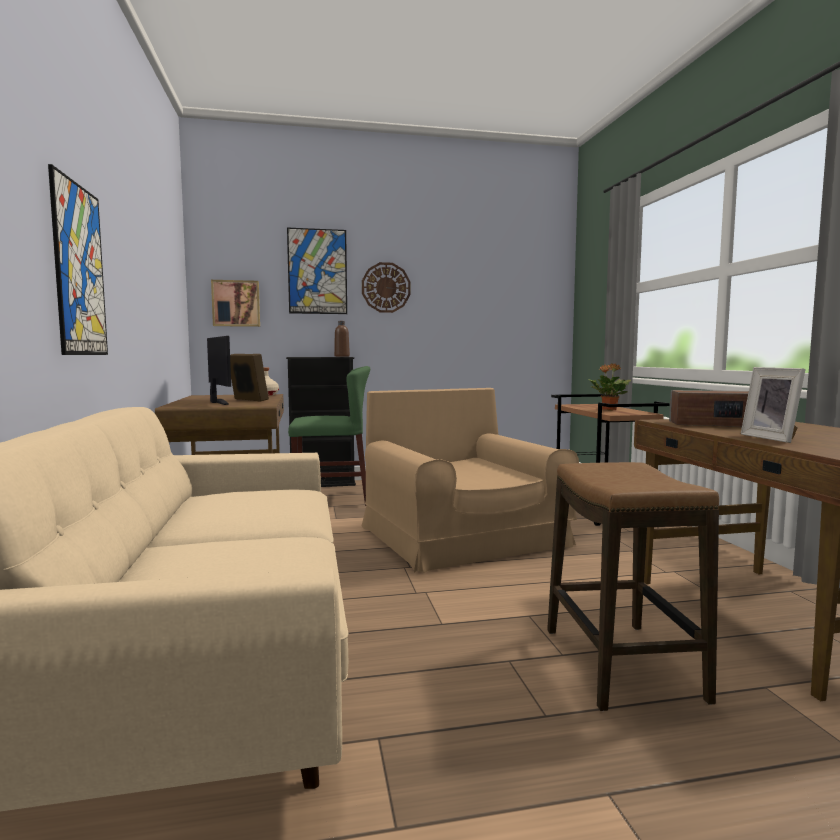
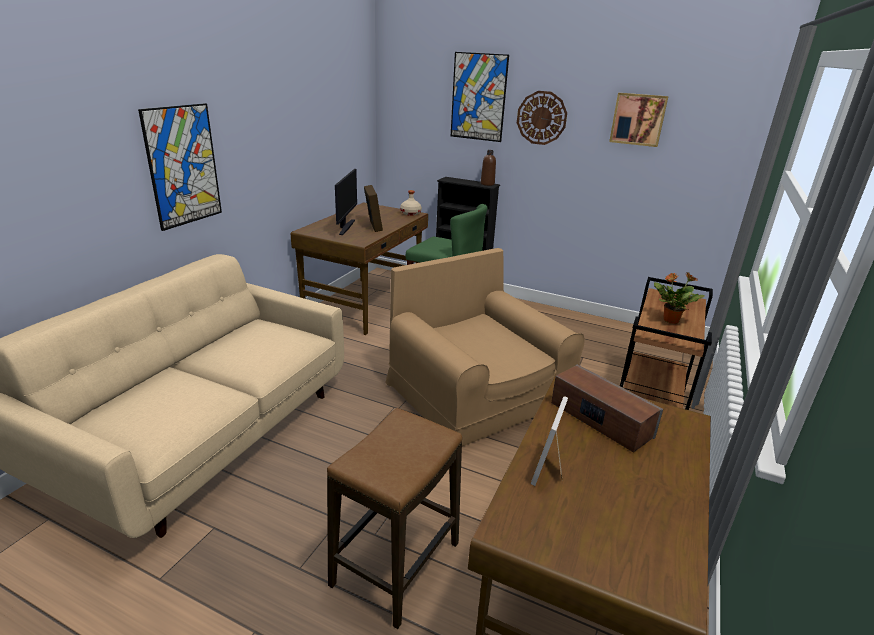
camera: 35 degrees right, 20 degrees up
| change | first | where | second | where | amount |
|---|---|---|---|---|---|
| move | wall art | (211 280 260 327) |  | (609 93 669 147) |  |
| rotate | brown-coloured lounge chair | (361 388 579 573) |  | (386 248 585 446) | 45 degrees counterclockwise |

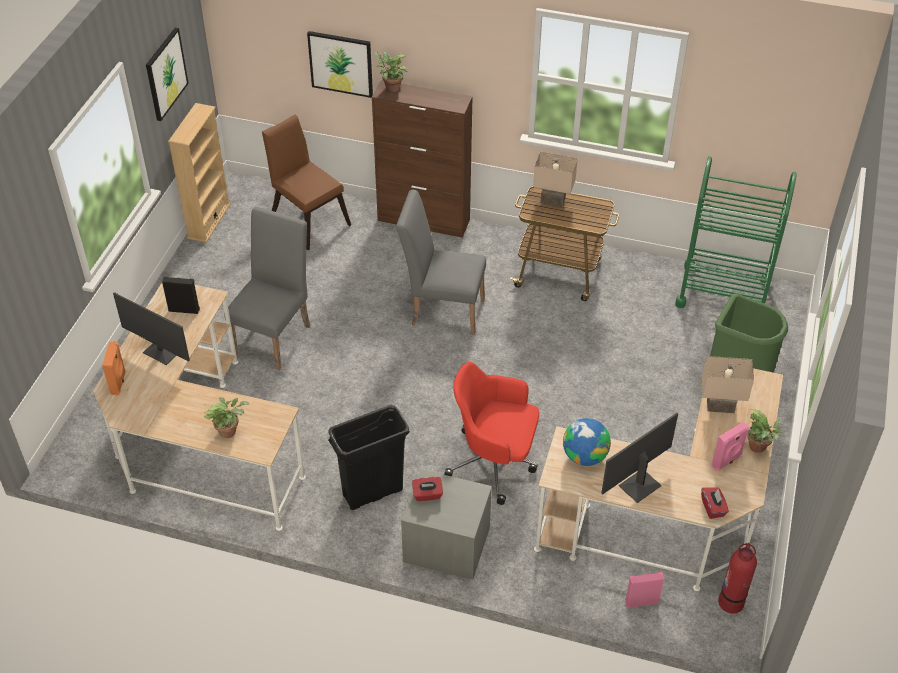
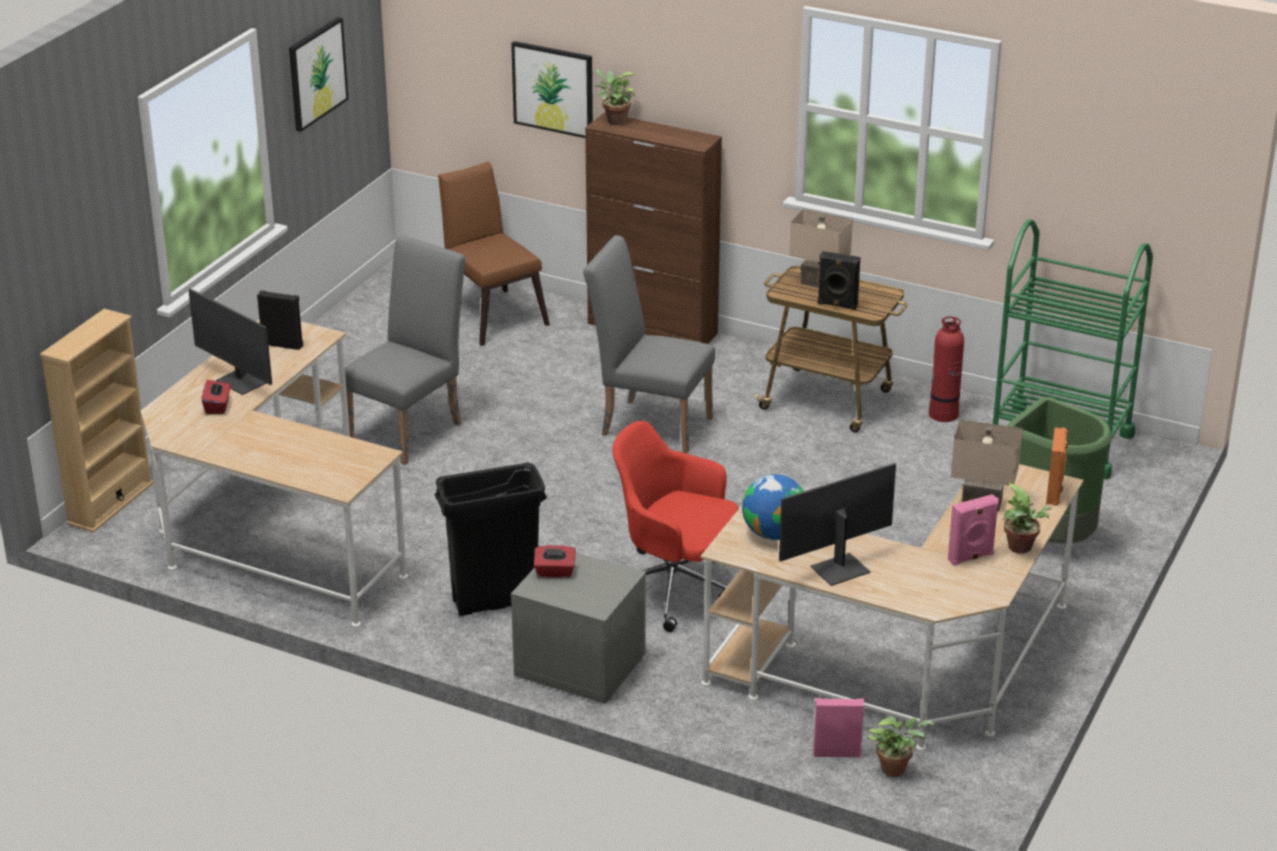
camera: 10 degrees right, 15 degrees down
| change | first | where | second | where | amount |
|---|---|---|---|---|---|
| move | orangey speaker | (102 341 126 396) |  | (1046 427 1068 506) |  |
| move | beige bookshelf | (168 103 231 243) |  | (40 309 154 533) |  |
| move | potted plant | (204 397 249 438) |  | (867 716 935 777) |  |
| move | reddish box of tissues | (701 487 729 519) |  | (202 380 230 414) |  |
| move | fire-fighting cylinder | (718 543 757 614) |  | (929 316 964 422) |  |
| insert |  |  | black-coloured speaker | (817 251 861 310) |  |

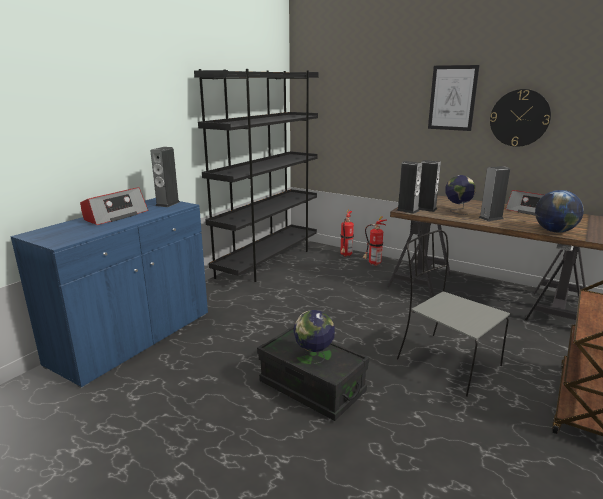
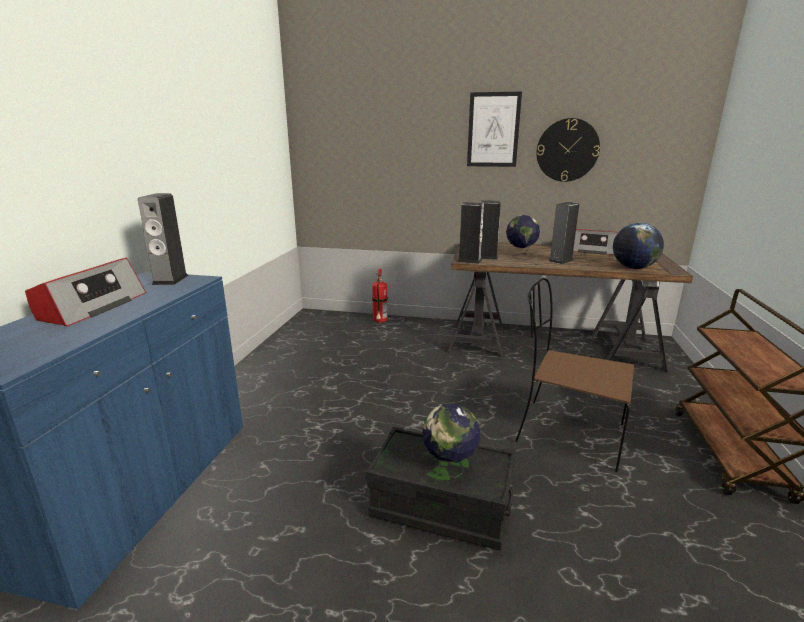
camera: 20 degrees left, 0 degrees up
| change | first | where | second | where | amount |
|---|---|---|---|---|---|
| delete | black-coloured bookshelf | (194 69 319 282) |  |  |  |
| delete | fire-fighting cylinder | (363 216 387 266) |  |  |  |
| recolor | grey upright chair | (397 230 510 397) | brown-coloured upright chair | (515 278 634 472) |  |

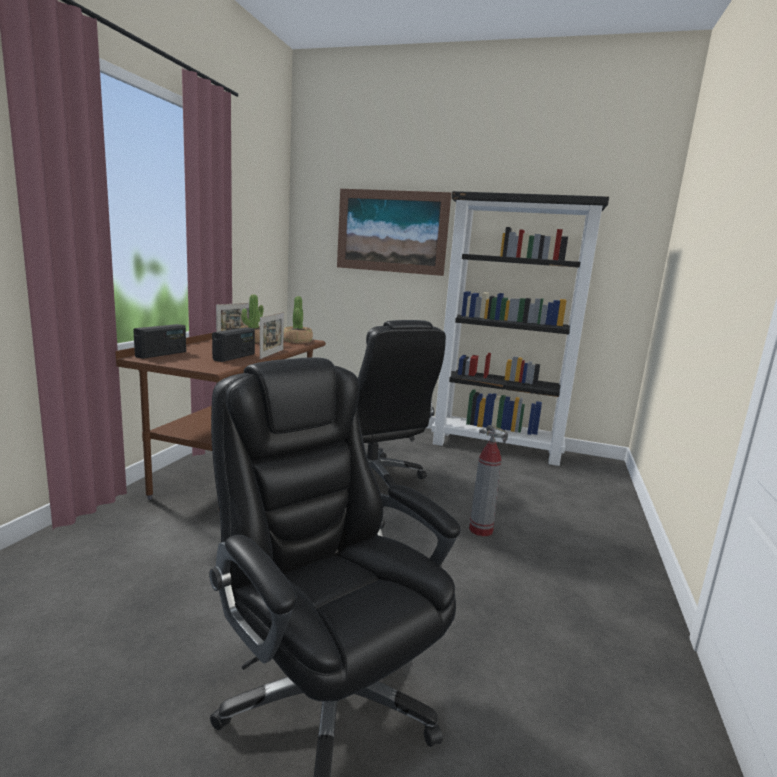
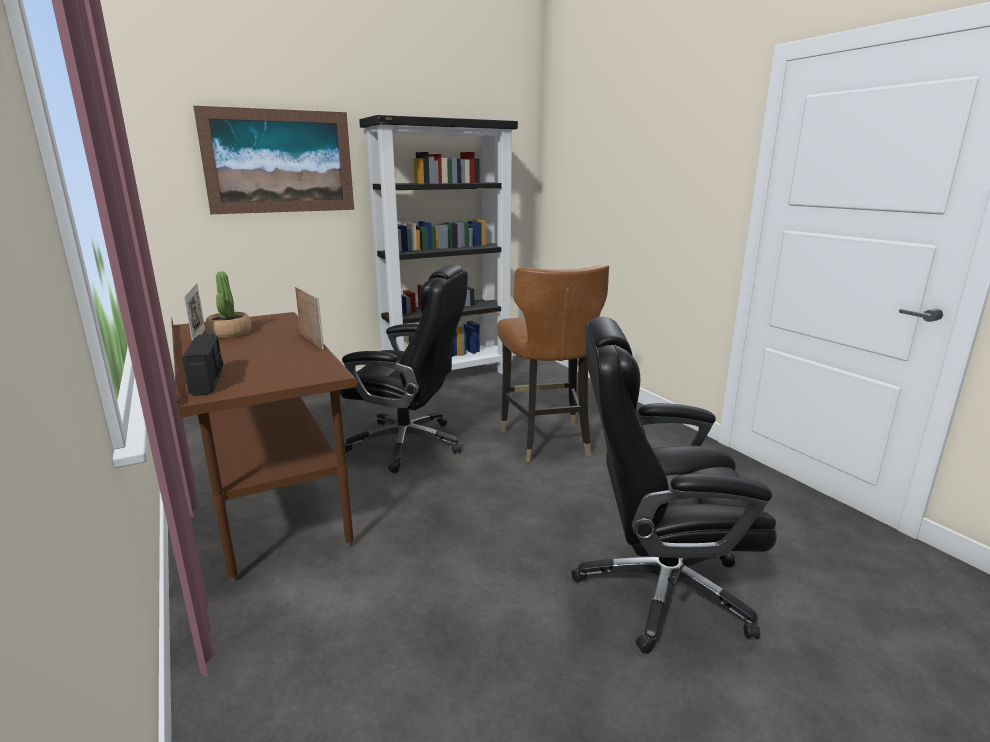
camera: 45 degrees left, 5 degrees up
| change | first | where | second | where | amount |
|---|---|---|---|---|---|
| delete | radio receiver | (212 327 255 362) |  |  |  |
| delete | potted plant | (284 296 313 343) |  |  |  |
| replace | fire-fighting cylinder | (469 425 508 536) | brown-coloured upright chair | (497 264 609 463) |  |

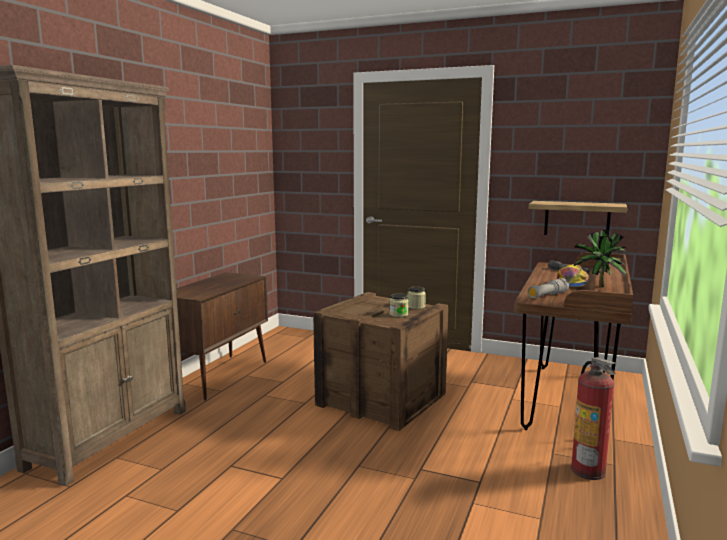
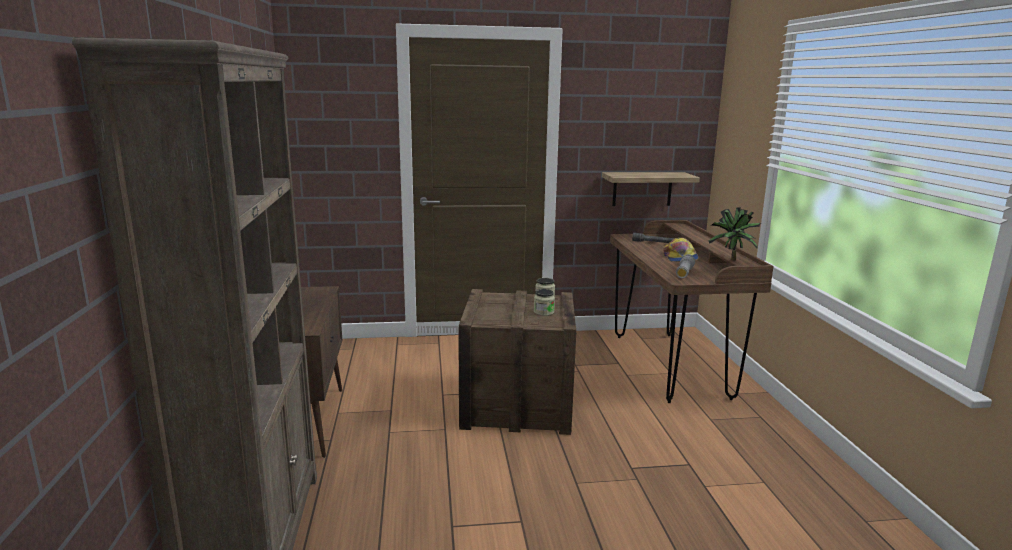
camera: 30 degrees left, 5 degrees up
| change | first | where | second | where | amount |
|---|---|---|---|---|---|
| delete | fire-fighting cylinder | (571 357 617 480) |  |  |  |

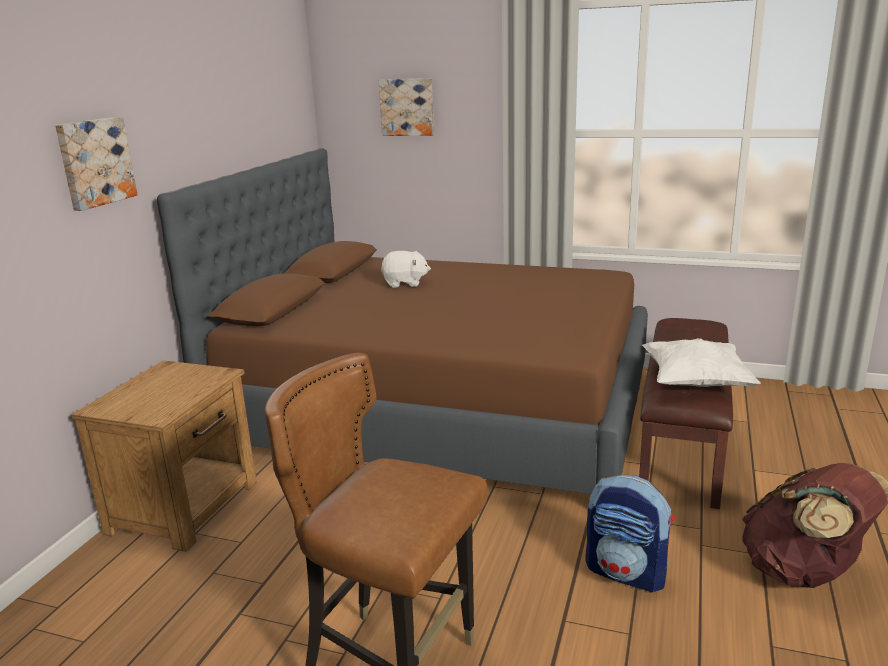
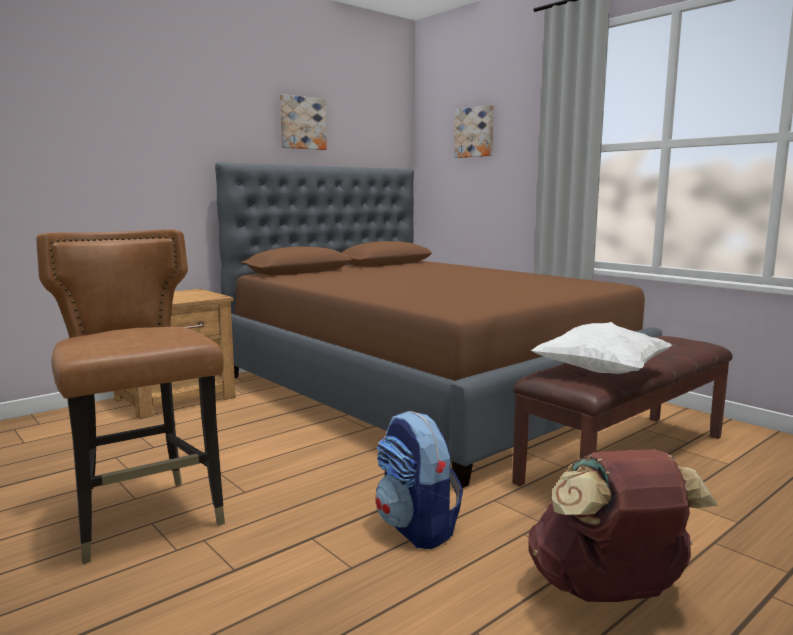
camera: 30 degrees right, 10 degrees down
| change | first | where | second | where | amount |
|---|---|---|---|---|---|
| move | wall art | (55 117 137 211) |  | (280 94 327 150) |  |
| delete | whitish soft toy | (381 251 431 288) |  |  |  |

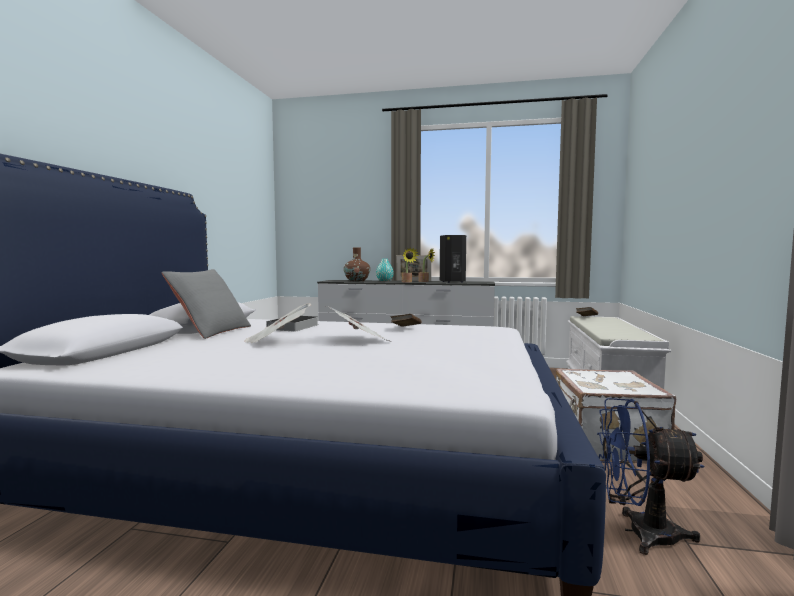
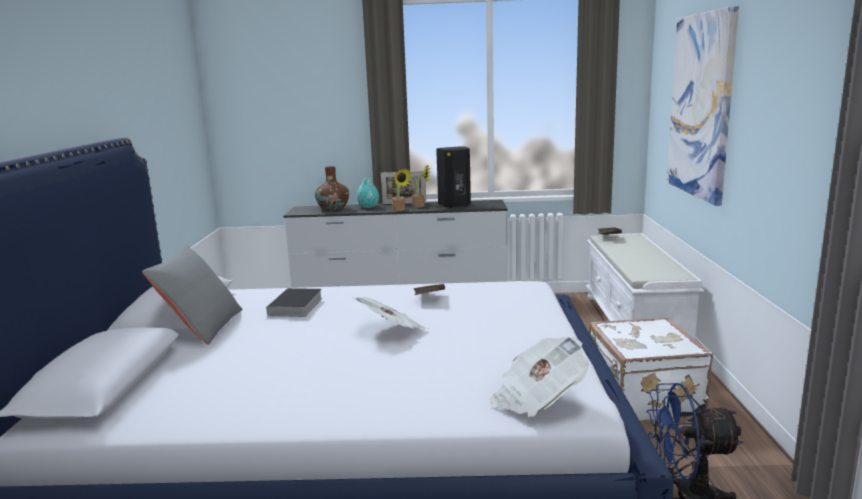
camera: 10 degrees left, 10 degrees up
| change | first | where | second | where | amount |
|---|---|---|---|---|---|
| move | newspaper | (244 303 311 343) |  | (490 337 589 417) |  |
| insert |  |  | wall art | (667 6 739 206) |  |

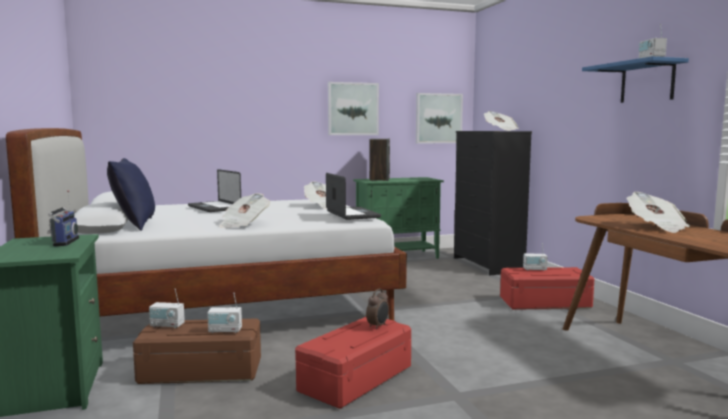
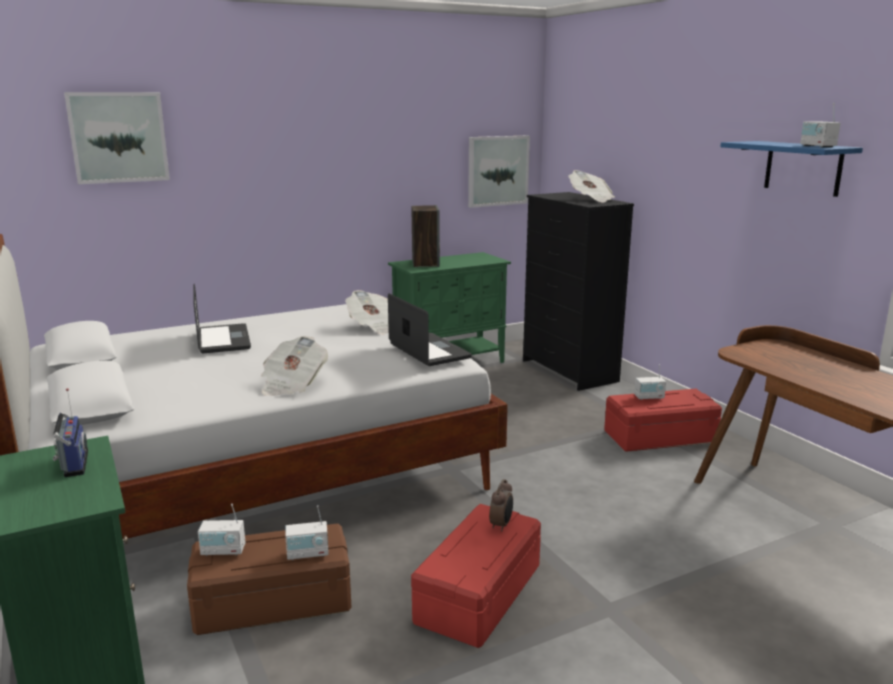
camera: 10 degrees left, 10 degrees up
| change | first | where | second | where | amount |
|---|---|---|---|---|---|
| delete | blue pillow | (107 158 155 231) |  |  |  |
| rotate | laptop | (188 169 241 212) |  | (193 283 251 353) | 150 degrees counterclockwise |
| move | wall art | (328 82 379 135) |  | (64 92 170 184) |  |
| delete | newspaper | (627 192 690 233) |  |  |  |

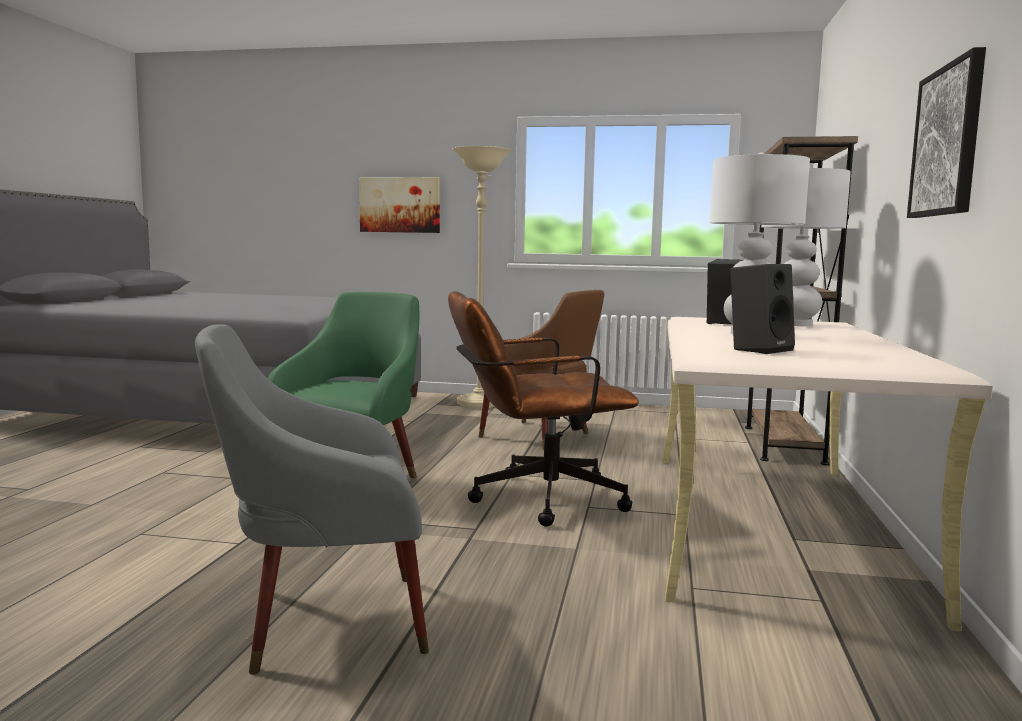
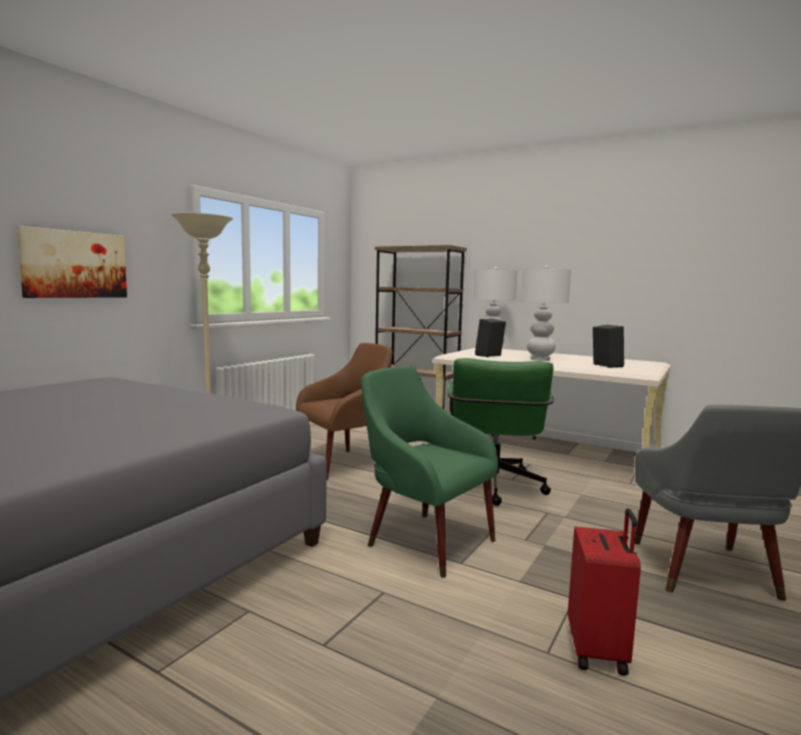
camera: 70 degrees left, 0 degrees up
| change | first | where | second | where | amount |
|---|---|---|---|---|---|
| recolor | brown-coloured office chair | (448 291 639 527) | green-coloured office chair | (448 358 554 506) |  |
| delete | wall art | (907 47 986 218) |  |  |  |
| insert |  |  | reddish travel case | (568 508 641 676) |  |

